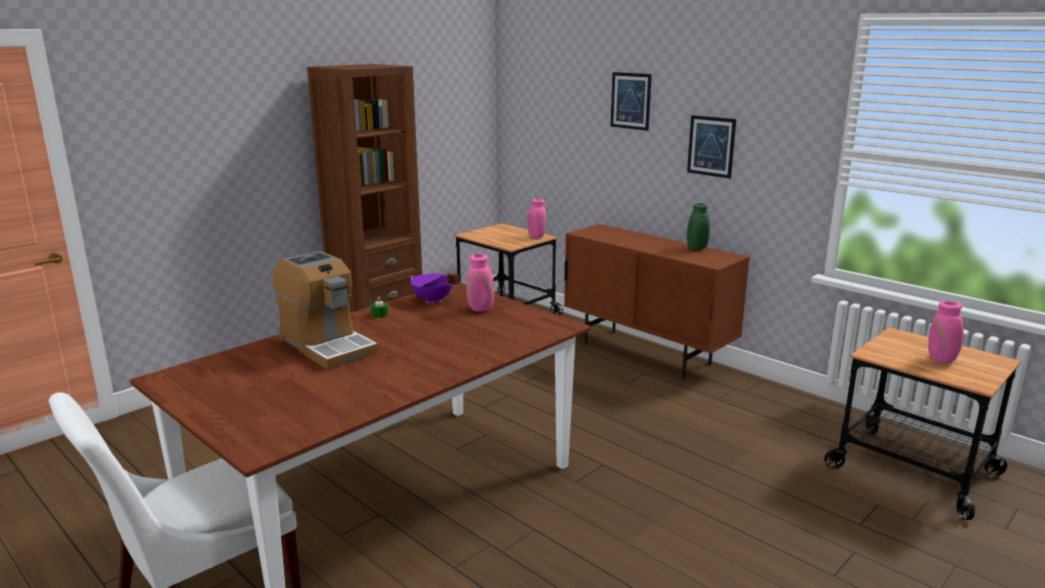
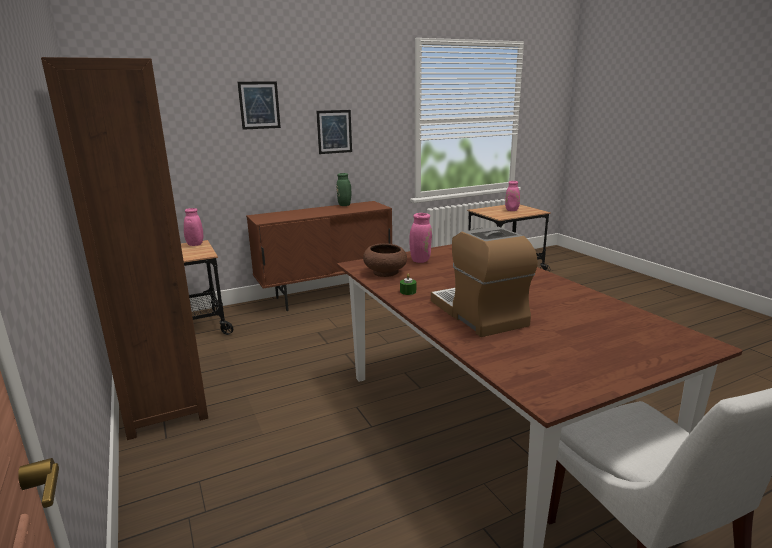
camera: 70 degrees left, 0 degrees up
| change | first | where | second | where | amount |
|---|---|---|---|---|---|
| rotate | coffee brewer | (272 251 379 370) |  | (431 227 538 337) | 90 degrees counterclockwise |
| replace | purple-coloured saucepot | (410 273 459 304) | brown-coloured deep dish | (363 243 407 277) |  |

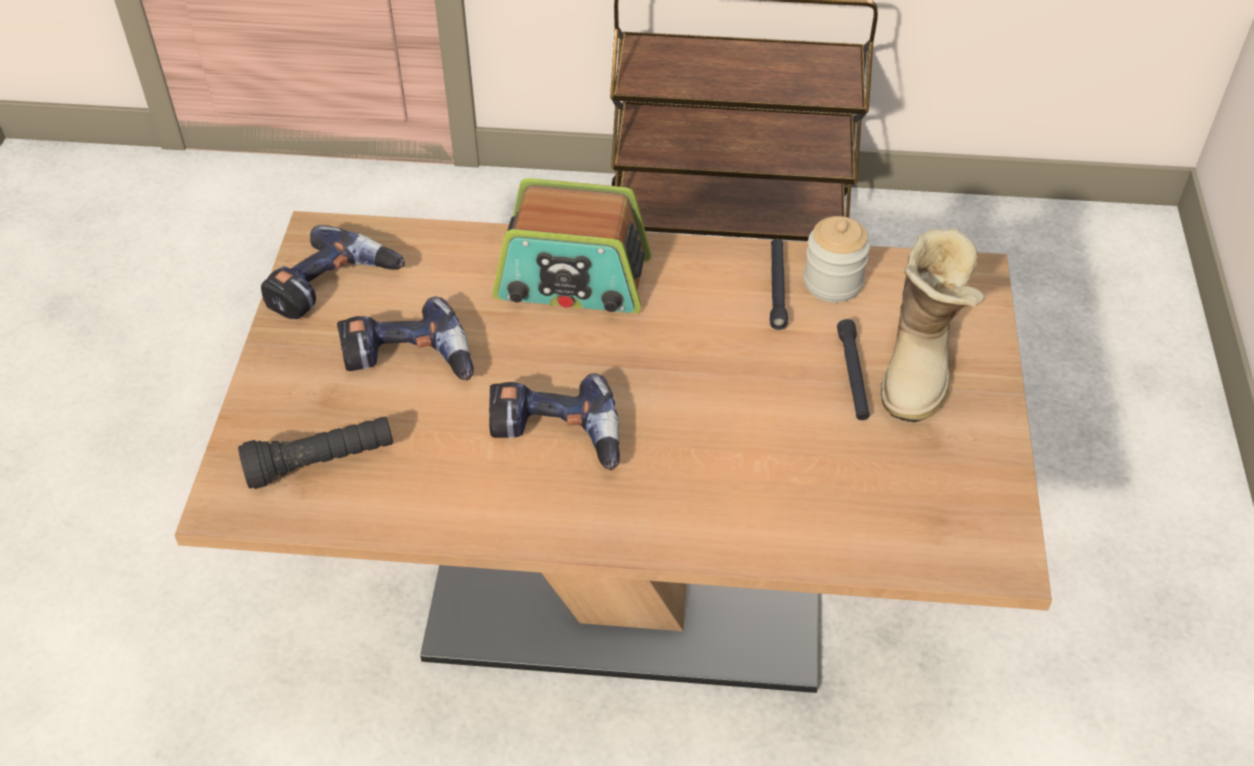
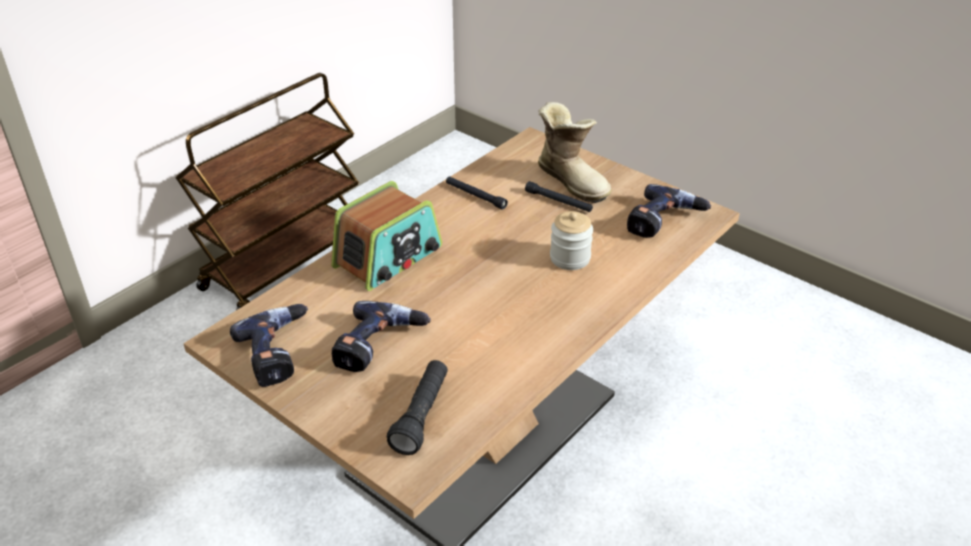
camera: 55 degrees left, 10 degrees down
| change | first | where | second | where | amount |
|---|---|---|---|---|---|
| move | electric drill | (489 373 620 470) |  | (627 184 711 238) |  |
| move | preserve jar | (804 216 870 303) |  | (550 211 593 270) |  |

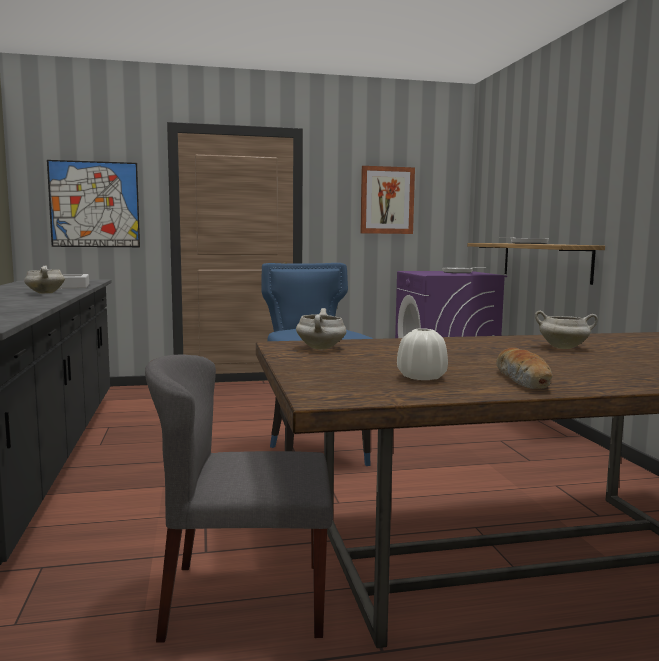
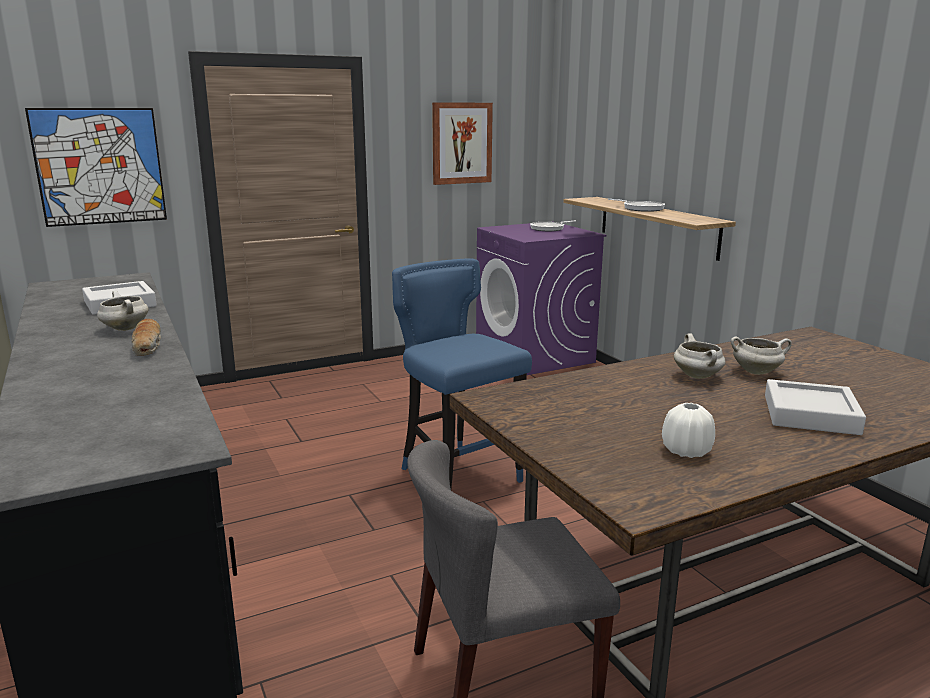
camera: 15 degrees left, 10 degrees up
| change | first | where | second | where | amount |
|---|---|---|---|---|---|
| move | whitish saucepot | (296 308 346 350) |  | (674 333 725 379) |  |
| move | baked bread | (496 348 552 389) |  | (131 319 161 356) |  |
| insert |  |  | grey carrying tray | (765 379 866 435) |  |

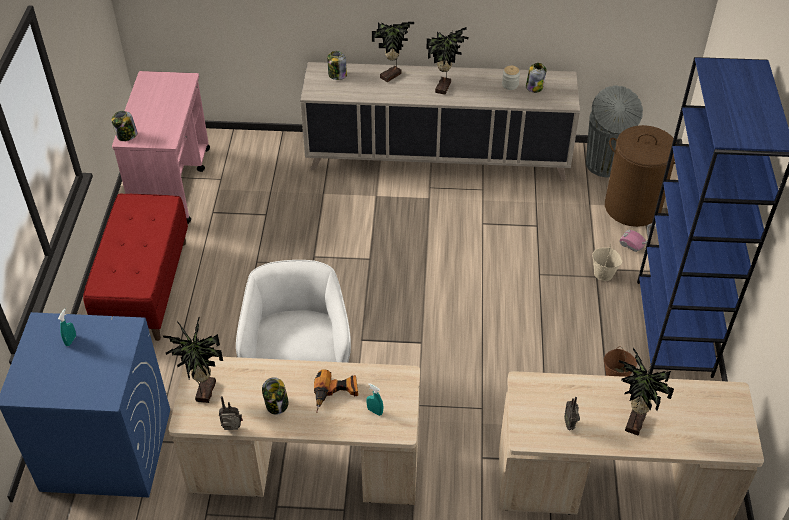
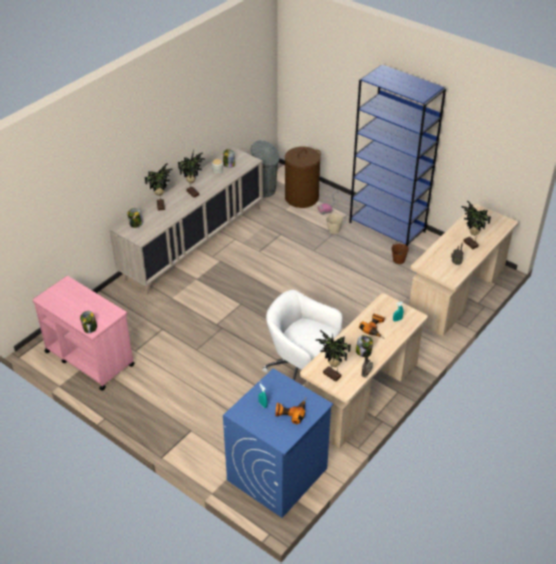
camera: 55 degrees left, 5 degrees down
| change | first | where | second | where | amount |
|---|---|---|---|---|---|
| delete | reddish long seat | (83 194 188 341) |  |  |  |
| insert |  |  | electric drill | (275 398 306 424) |  |

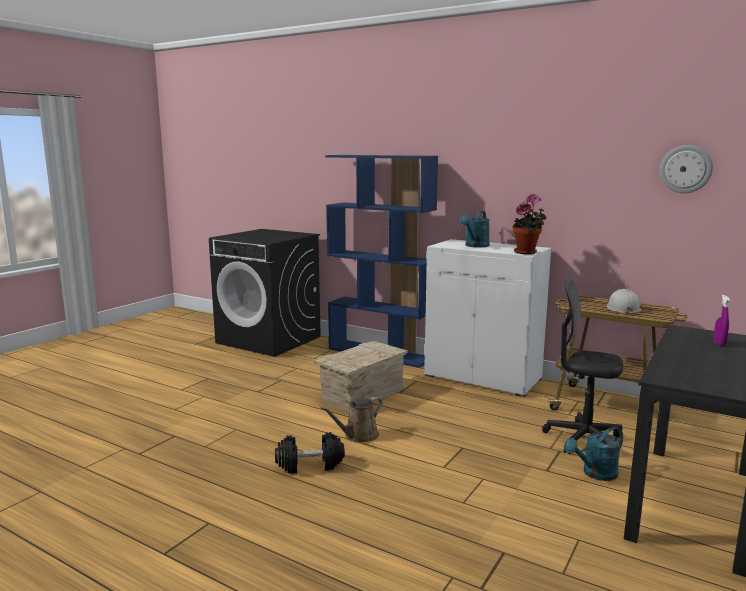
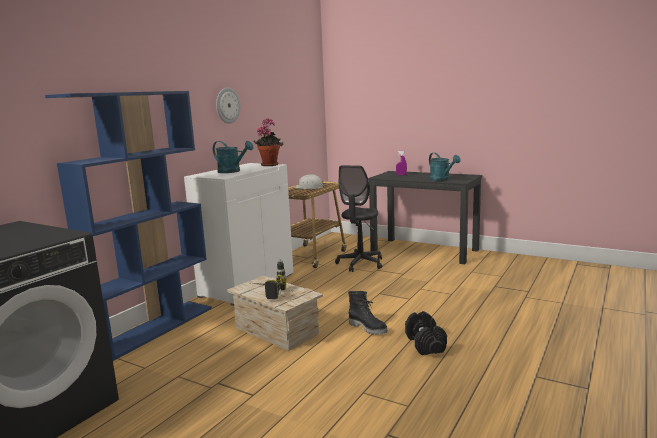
camera: 90 degrees left, 0 degrees up
| change | first | where | second | where | amount |
|---|---|---|---|---|---|
| replace | brown-coloured sprinkling can | (321 397 383 443) | black-coloured boot | (348 291 388 335) |  |
| move | turquoise-coloured sprinkling can | (564 427 623 481) |  | (429 153 460 181) |  |
| move | hanging clock | (660 145 713 193) |  | (216 87 241 124) |  |
| insert |  |  | electric drill | (251 259 287 300) |  |

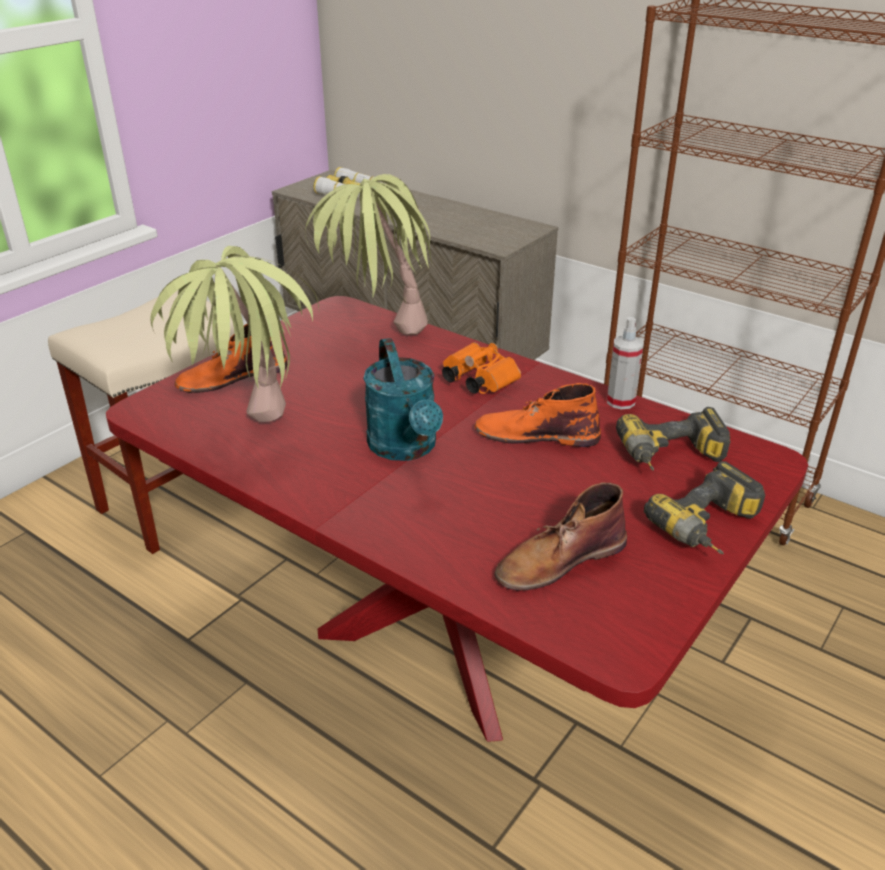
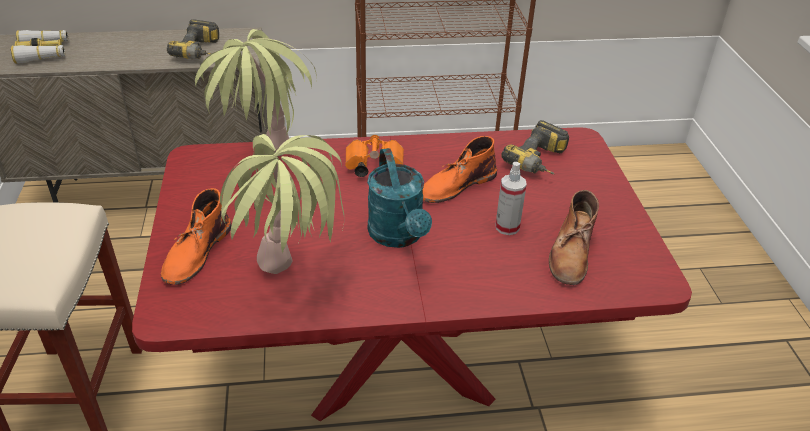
camera: 45 degrees left, 5 degrees up
| change | first | where | second | where | amount |
|---|---|---|---|---|---|
| rotate | turquoise-coloured sprinkling can | (363 338 443 461) |  | (367 148 432 248) | 45 degrees clockwise |
| move | sprayer | (607 317 643 409) |  | (495 162 527 235) |  |
| move | electric drill | (644 461 766 554) |  | (167 19 219 59) |  |

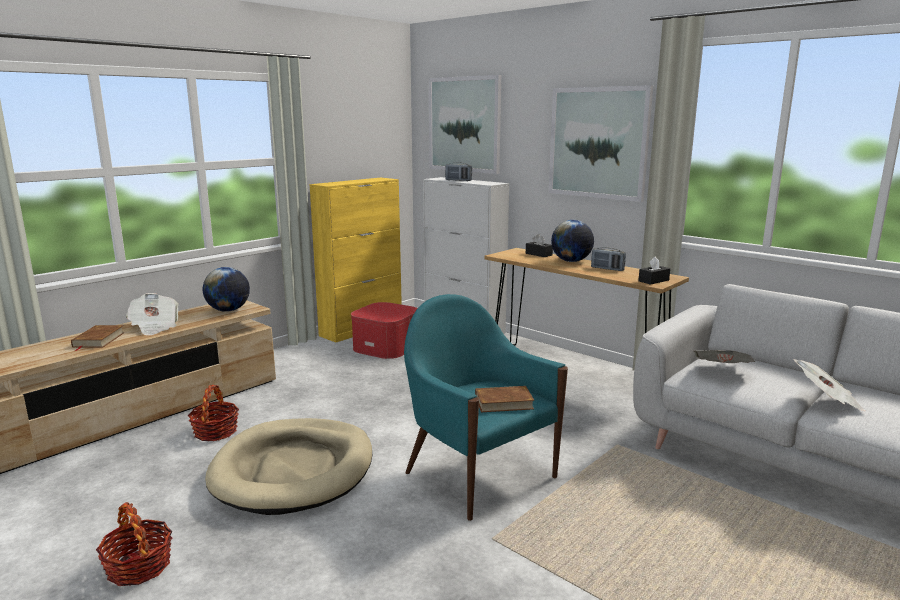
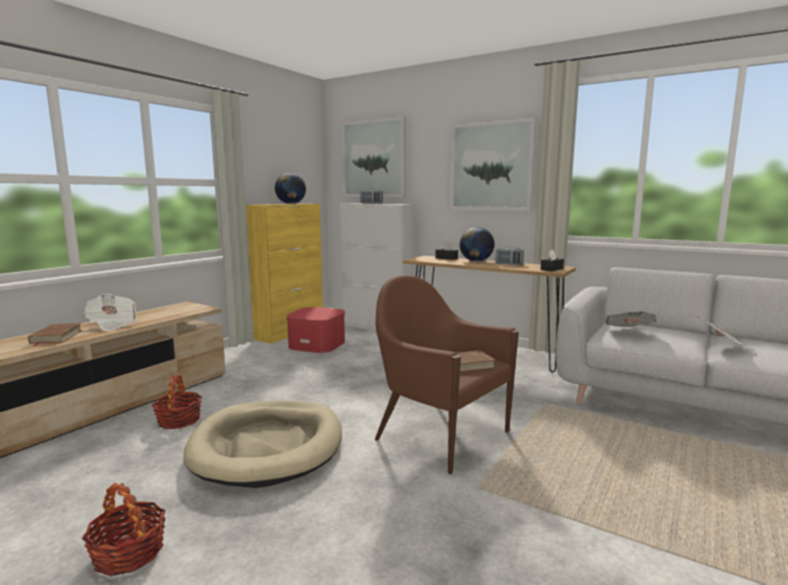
camera: 10 degrees left, 5 degrees down
| change | first | where | second | where | amount |
|---|---|---|---|---|---|
| move | globe | (203 267 250 312) |  | (275 173 306 204) |  |
| recolor | turquoise-coloured lounge chair | (404 294 568 521) | brown-coloured lounge chair | (375 275 519 474) |  |

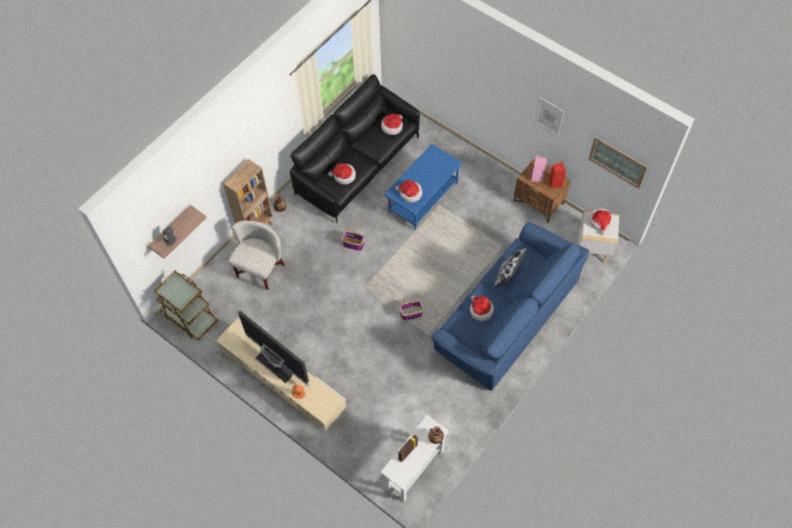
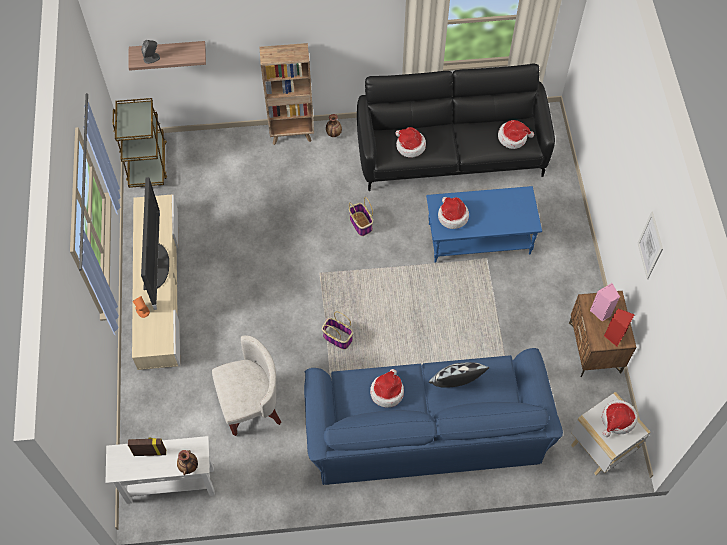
camera: 45 degrees right, 0 degrees up
| change | first | where | second | where | amount |
|---|---|---|---|---|---|
| move | whitish lounge chair | (229 221 285 290) |  | (212 335 281 436) |  |
| delete | wall art | (589 137 648 189) |  |  |  |

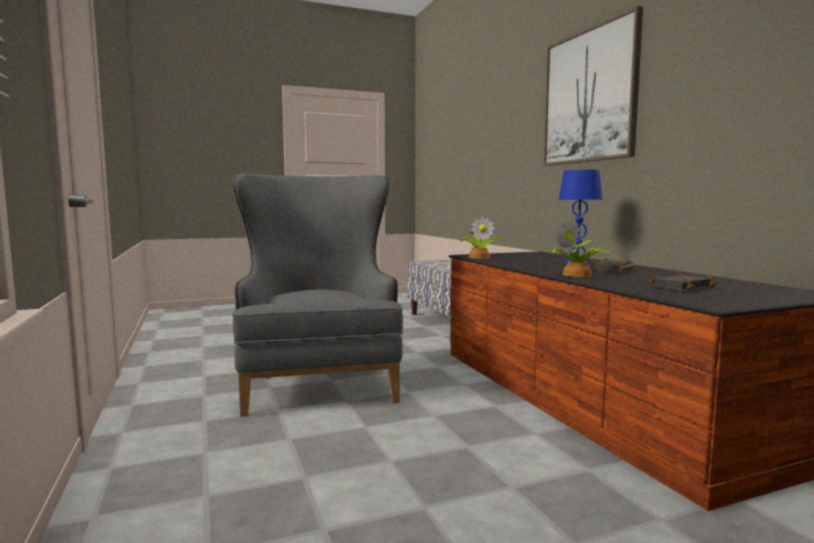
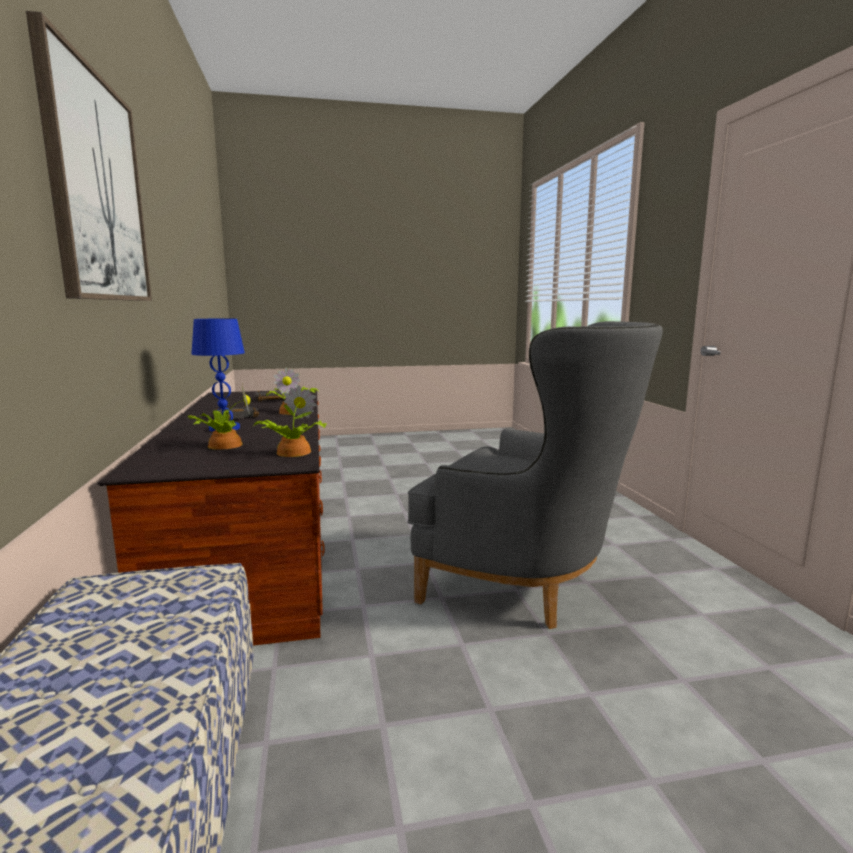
camera: 170 degrees left, 5 degrees up
| change | first | where | second | where | amount |
|---|---|---|---|---|---|
| rotate | grey lounge chair | (232 174 403 416) |  | (407 321 663 629) | 60 degrees counterclockwise |
| insert |  |  | potted plant | (187 386 250 450) |  |

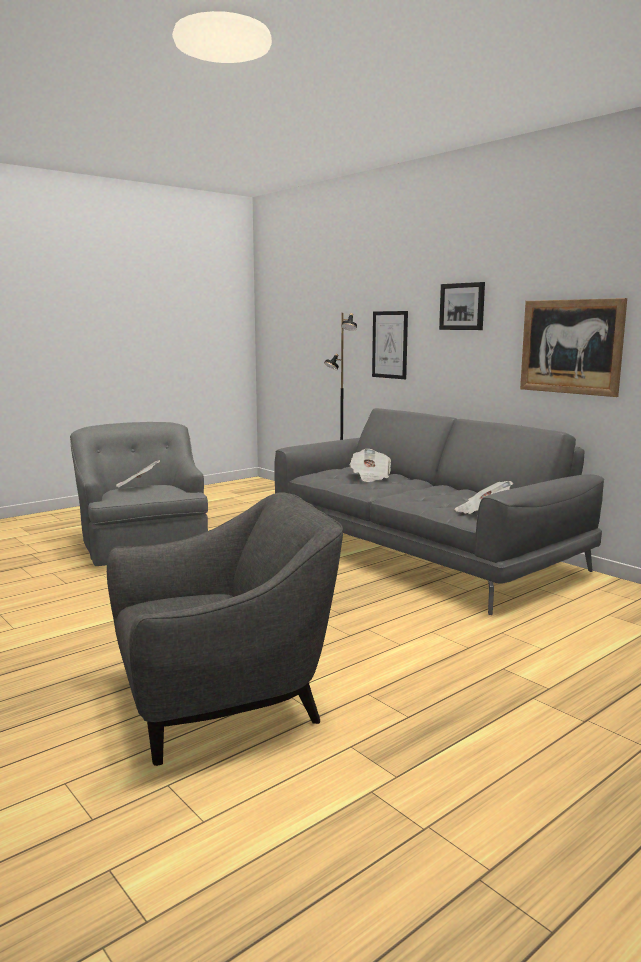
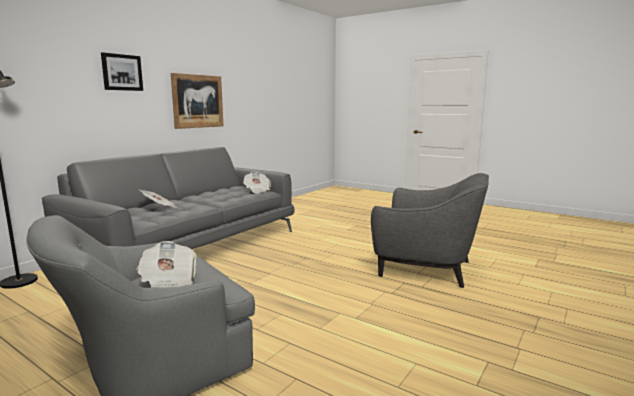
camera: 105 degrees left, 0 degrees up
| change | first | where | second | where | amount |
|---|---|---|---|---|---|
| rotate | grey lounge chair | (107 492 343 766) |  | (371 173 489 288) | 150 degrees clockwise |
| delete | wall art | (372 311 408 379) |  |  |  |

